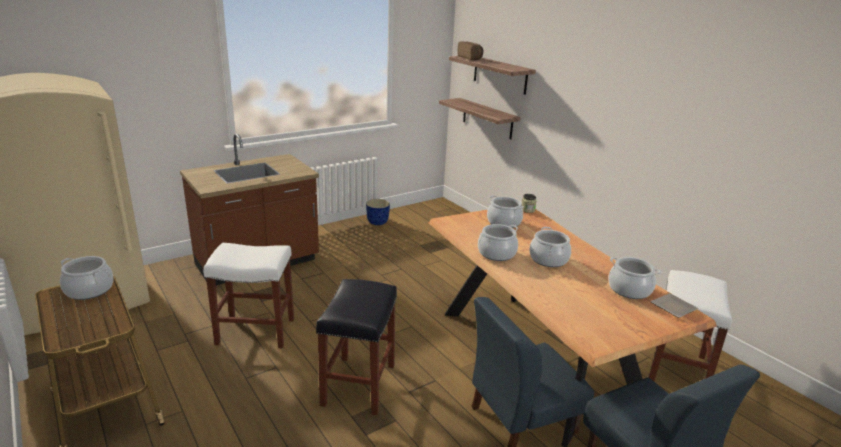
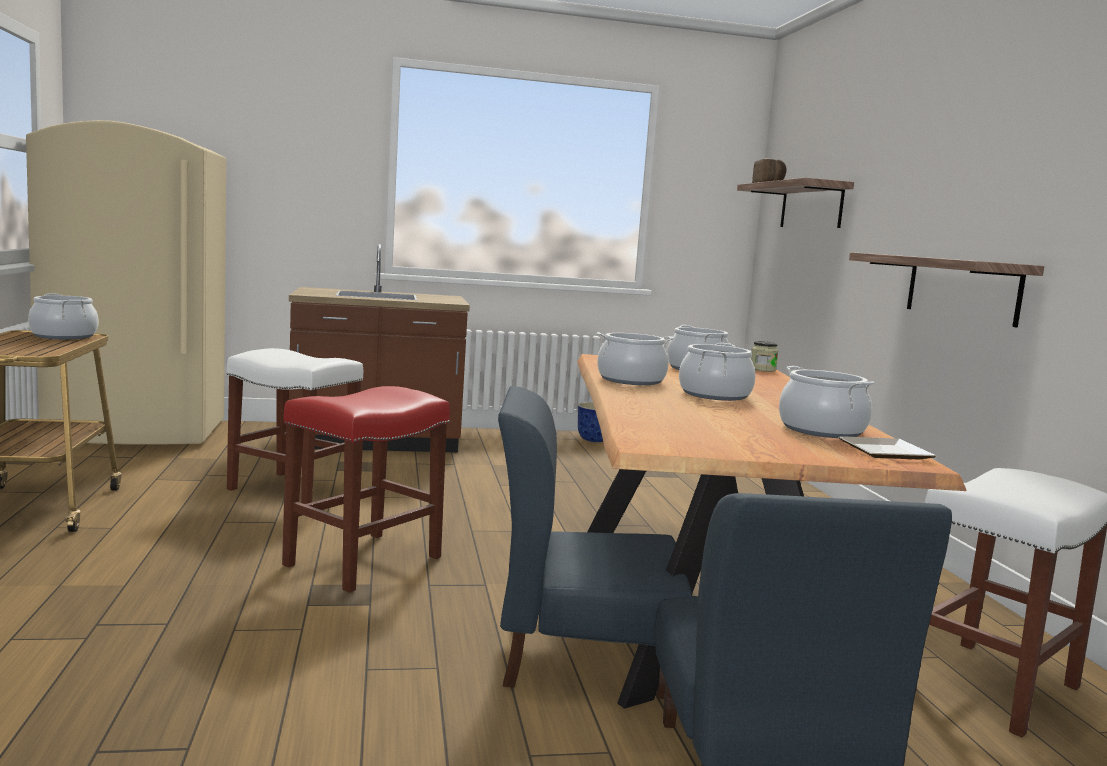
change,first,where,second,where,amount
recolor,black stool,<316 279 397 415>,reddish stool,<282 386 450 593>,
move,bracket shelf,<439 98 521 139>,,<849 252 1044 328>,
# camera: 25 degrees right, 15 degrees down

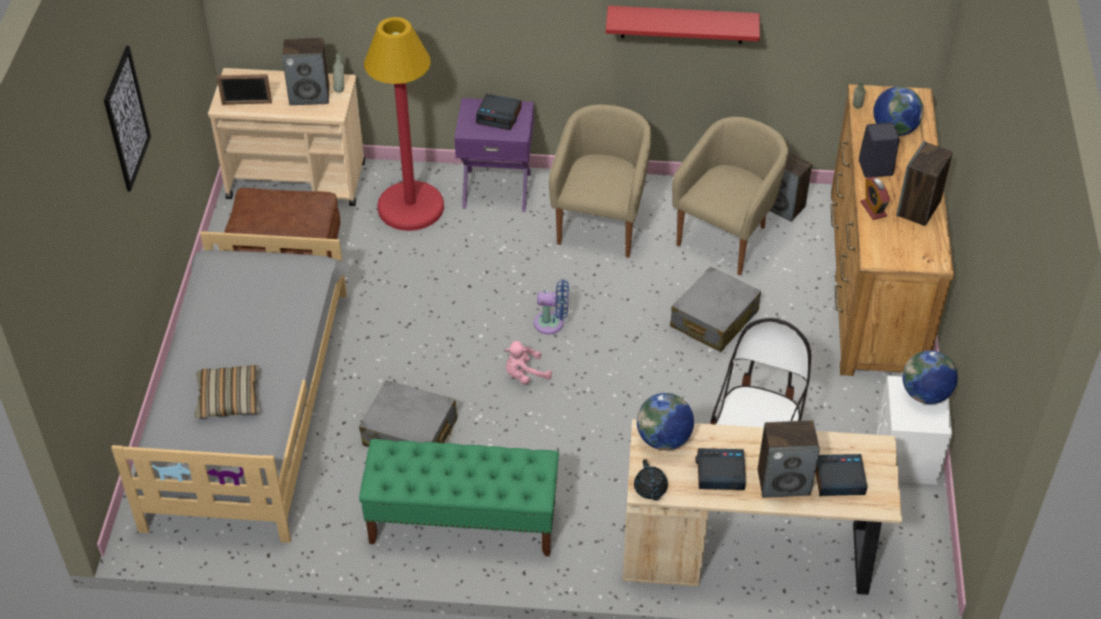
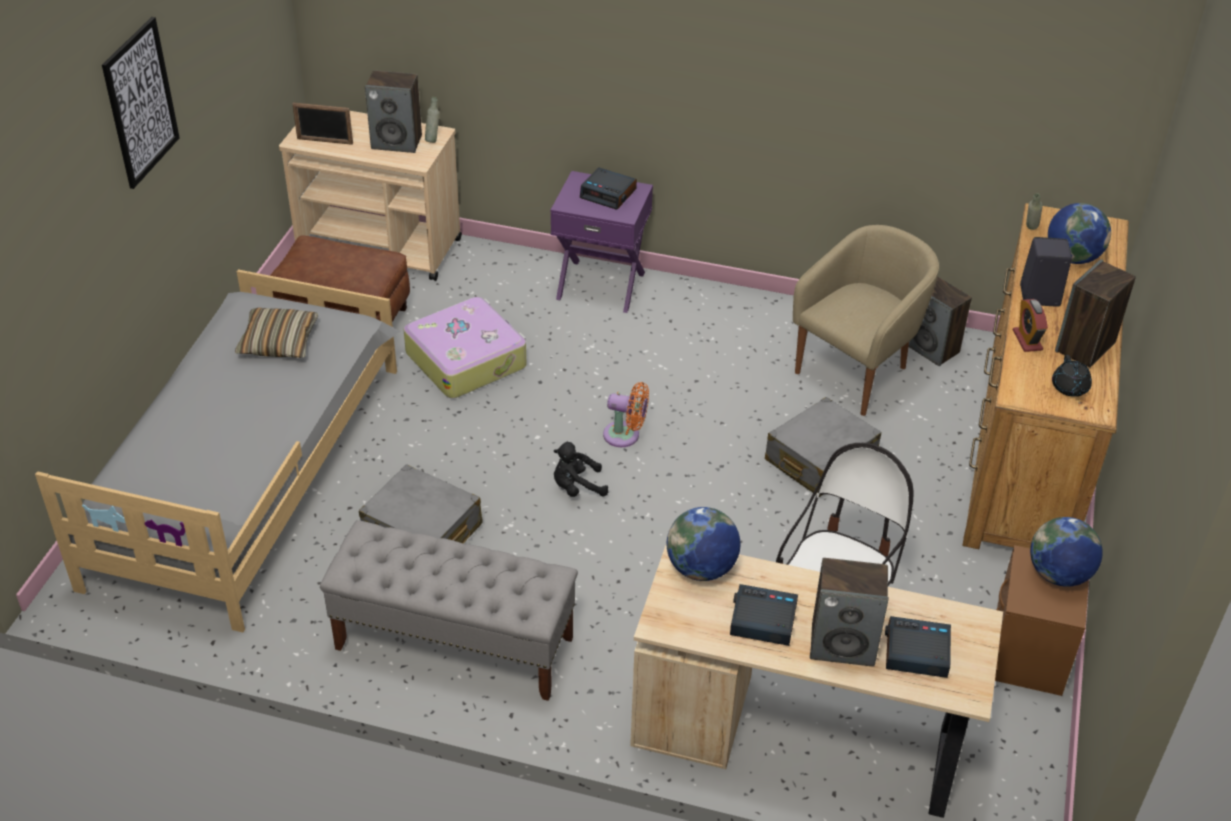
change,first,where,second,where,amount
move,throw pillow,<195 365 260 419>,,<235 308 318 358>,
recolor,green indoor bench,<359 439 559 556>,gray indoor bench,<320 520 578 701>,
insert,,,piece of luggage,<404 297 526 398>,
recolor,pinkish soft toy,<505 341 552 385>,black soft toy,<554 442 608 497>,
recolor,blue cooling fan,<534 279 569 334>,orange cooling fan,<603 382 649 447>,
recolor,whitish nightstand,<877 376 952 485>,brown-coloured nightstand,<995 545 1089 696>,
move,black tea pot,<634 459 668 501>,,<1052 355 1092 397>,
delete,reddish standing lamp,<364 17 444 231>,,,
delete,beige lounge chair,<549 105 651 258>,,,
delete,reddish bracket shelf,<606 6 760 44>,,,
# camera: 10 degrees right, 5 degrees down

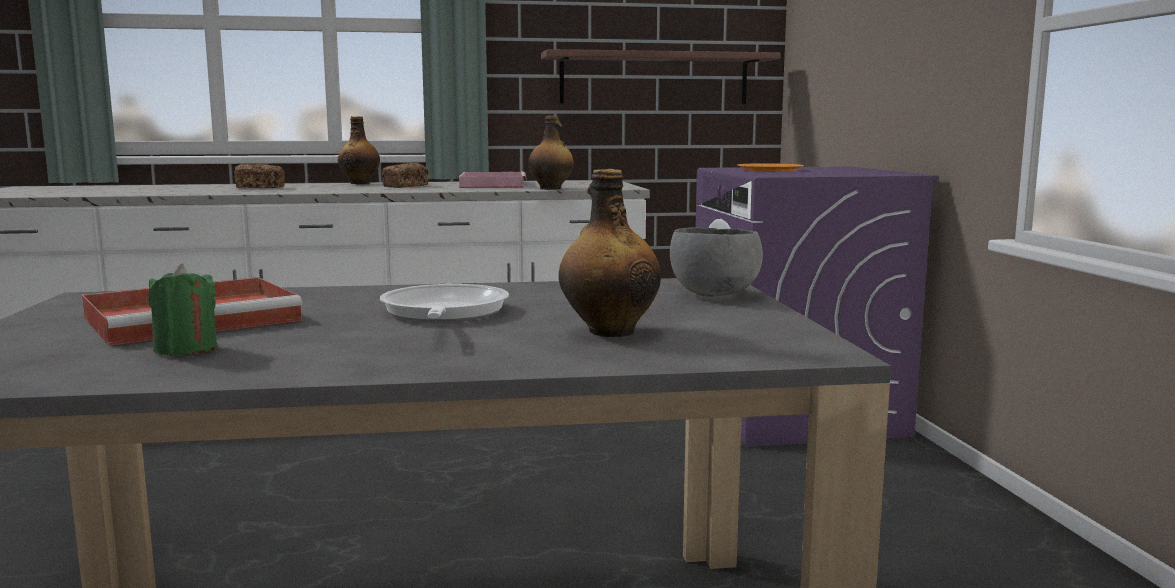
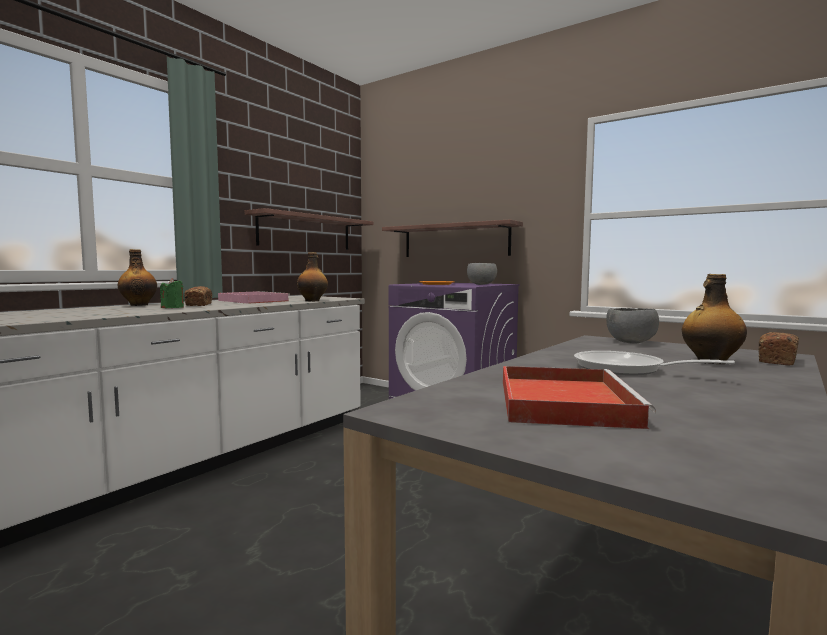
change,first,where,second,where,amount
move,green wax candle,<148 263 217 356>,,<160 278 184 308>,
insert,,,bracket shelf,<382 220 523 257>,
insert,,,gray serving bowl,<467 263 497 285>,
move,bread,<234 164 285 188>,,<758 332 799 365>,
# camera: 45 degrees left, 5 degrees down

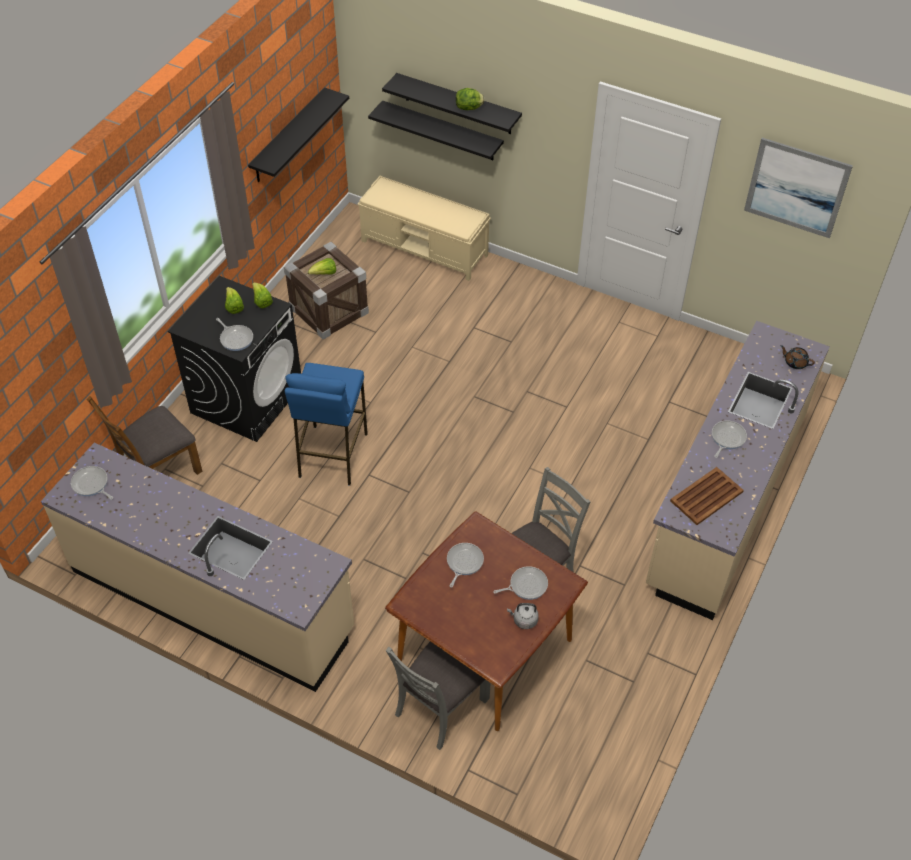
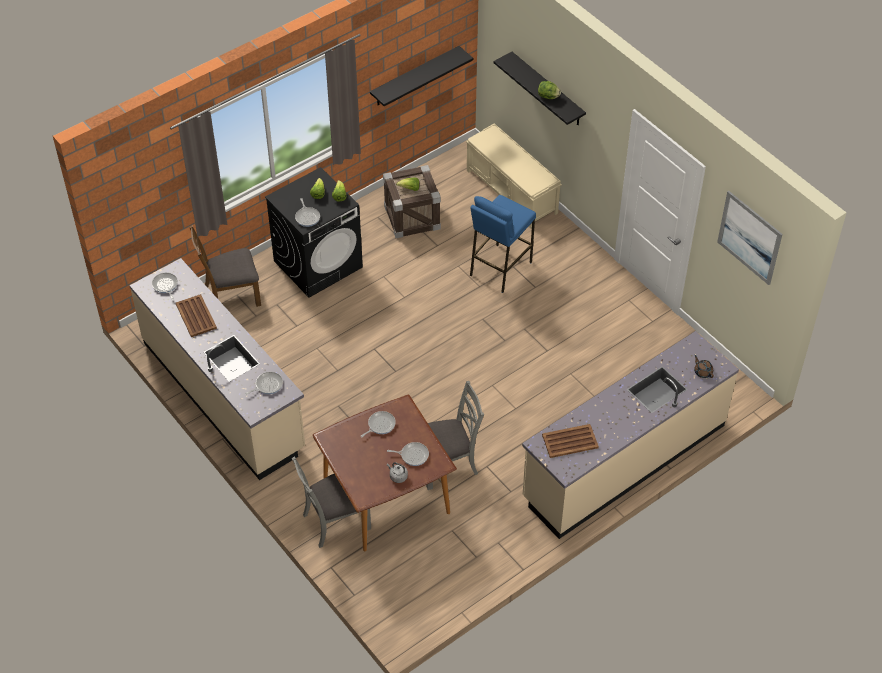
change,first,where,second,where,amount
insert,,,brown-coloured serving tray,<176 294 217 337>,
move,frying pan,<712 420 747 458>,,<245 372 283 395>,
move,blue stool,<285 363 368 485>,,<470 195 536 293>,
delete,black bracket shelf,<368 100 504 160>,,,
# camera: 25 degrees right, 0 degrees up

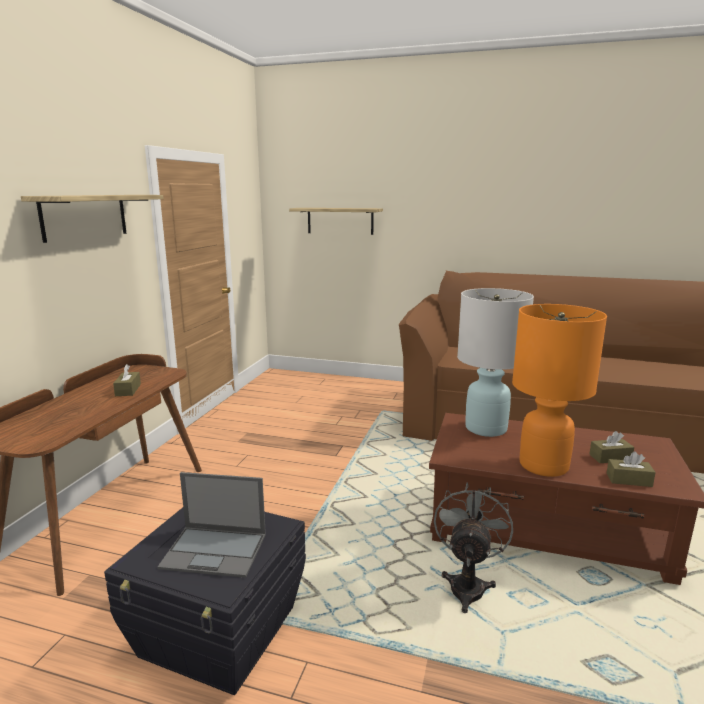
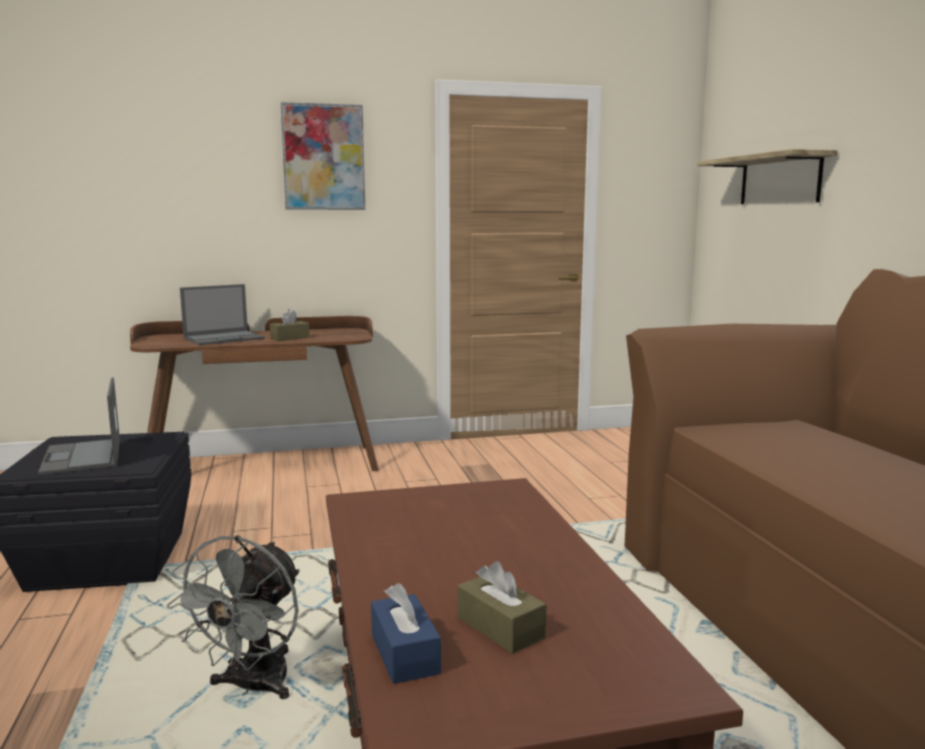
change,first,where,second,where,amount
rotate,gray cooling fan,<434 483 513 613>,,<167 535 300 699>,120 degrees clockwise
insert,,,portable computer,<180 284 265 345>,
replace,bracket shelf,<21 195 164 243>,wall art,<281 102 365 210>,
recolor,brown-coloured tissue box,<607 451 656 487>,blue tissue box,<371 583 441 684>,
delete,whitish lamp for a table,<457 288 534 437>,,,
delete,orange lamp for a table,<512 304 607 477>,,,
# camera: 60 degrees right, 5 degrees down

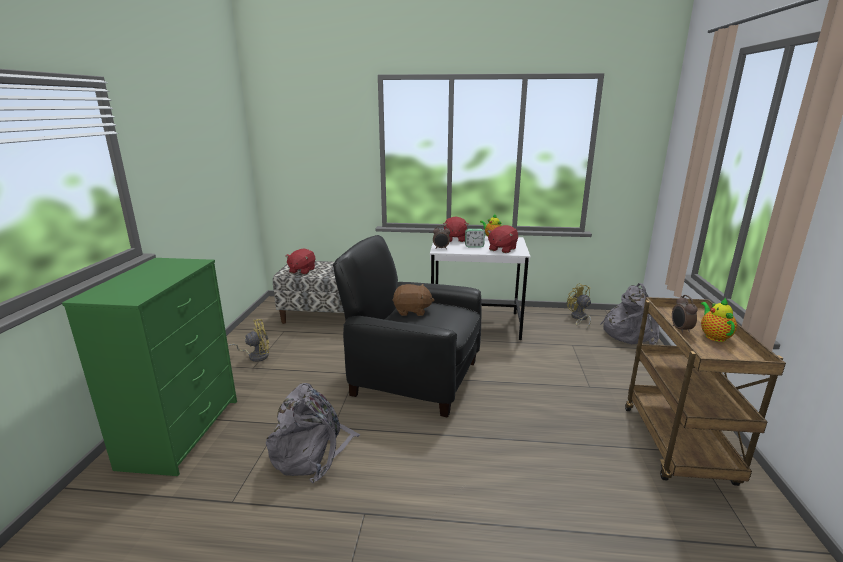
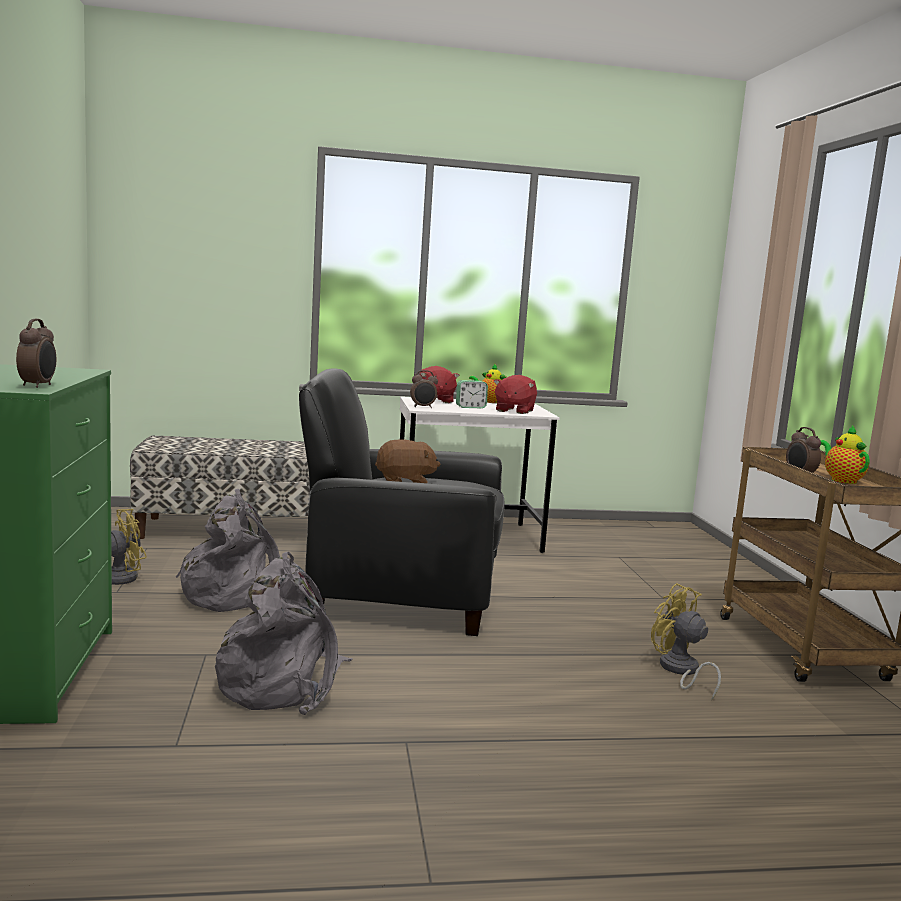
change,first,where,second,where,amount
insert,,,table clock,<16 319 56 388>,
move,gray knapsack,<600 283 660 345>,,<176 489 280 612>,
move,yellow-coloured cooling fan,<567 283 591 330>,,<651 583 721 701>,
delete,reddish soft toy,<285 249 315 275>,,,
# camera: 15 degrees left, 10 degrees down

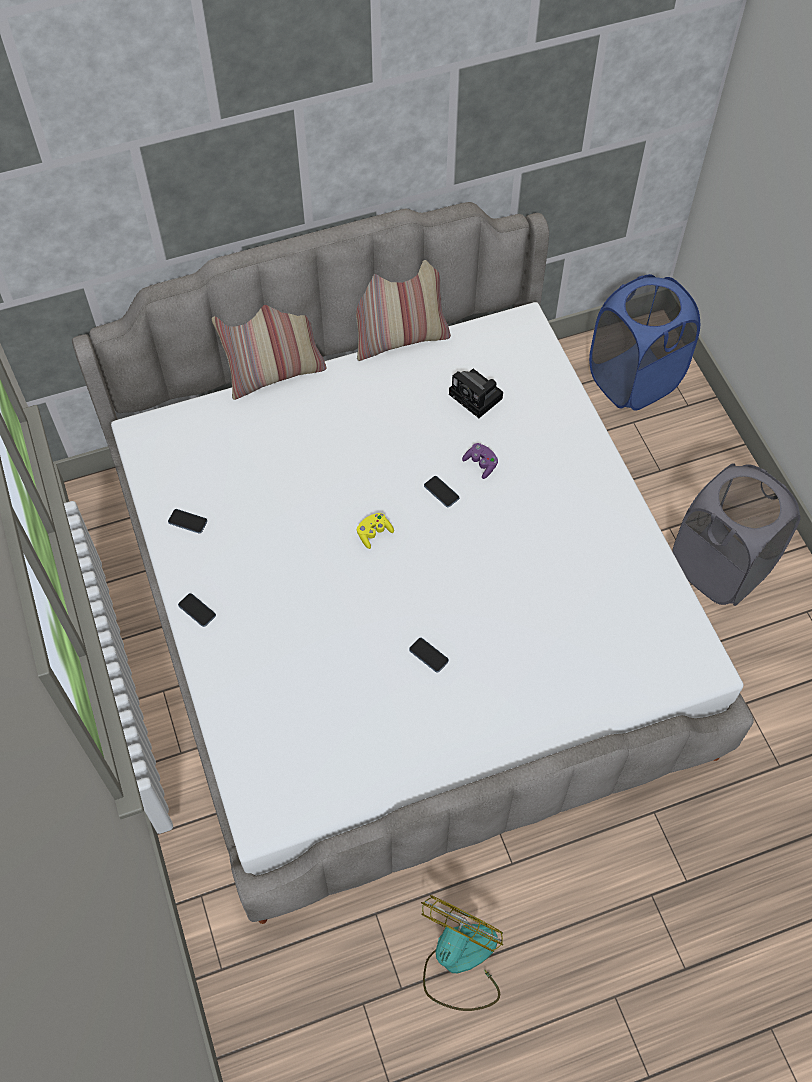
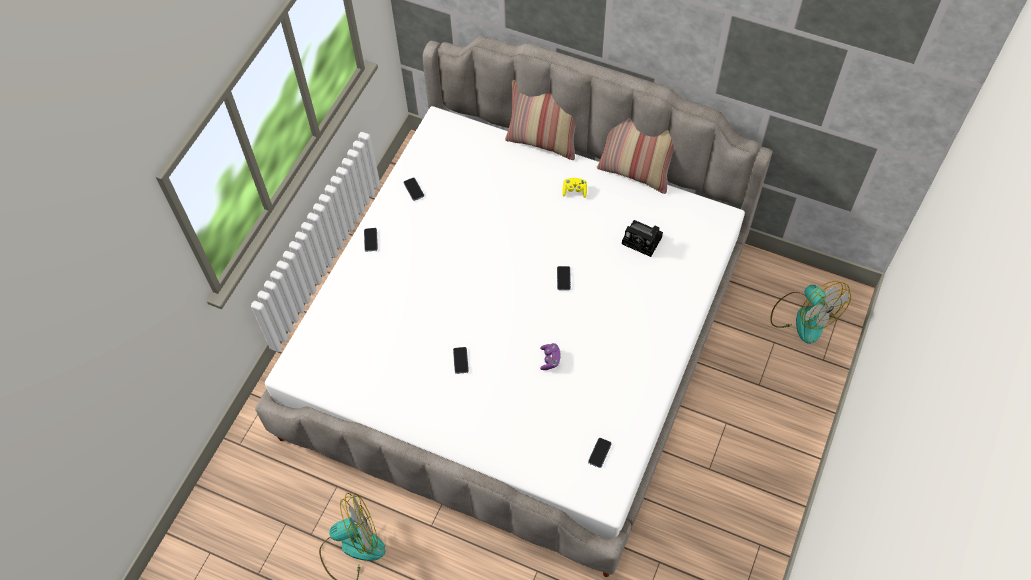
change,first,where,second,where,amount
move,purple gamepad,<462 443 498 479>,,<540 343 560 370>,
move,yellow-coloured gamepad,<357 513 394 549>,,<562 178 587 198>,
insert,,,handset,<588 438 612 468>,
rotate,still camera,<449 369 503 418>,,<622 220 663 257>,60 degrees counterclockwise
replace,blue washing basket,<589 274 700 411>,cooling fan,<770 281 851 344>,
delete,gray washing basket,<672 463 801 606>,,,
# camera: 45 degrees right, 0 degrees up

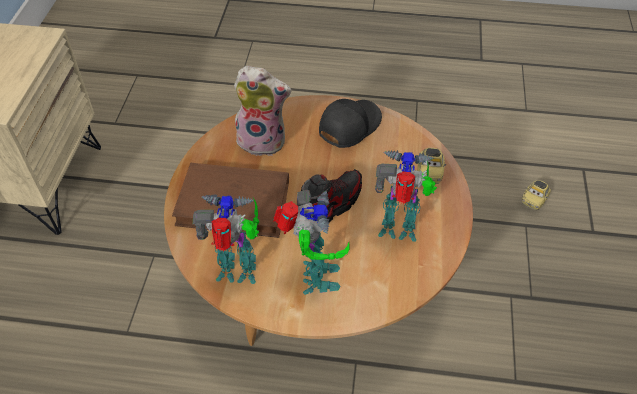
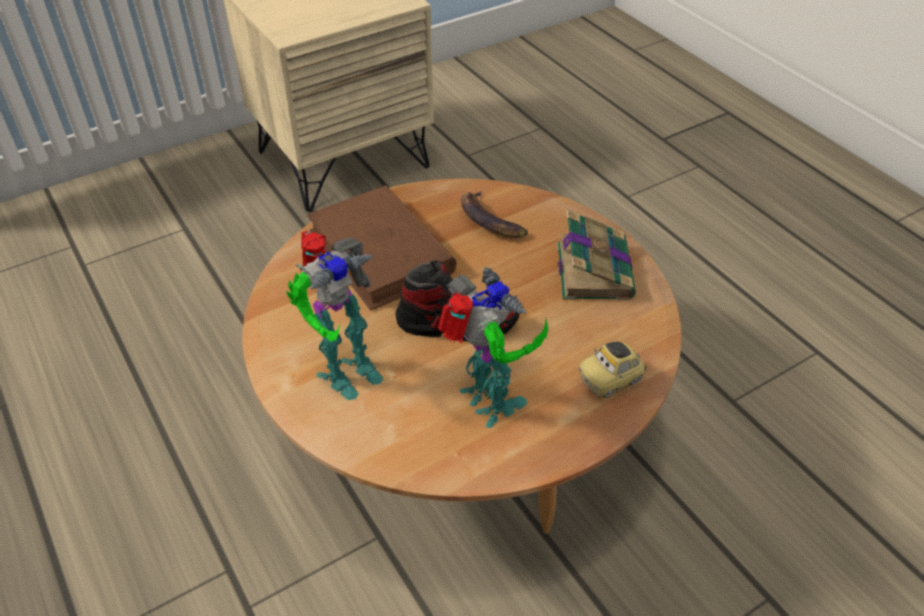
change,first,where,second,where,amount
replace,soft toy,<234 66 291 156>,banana fruit,<461 191 528 238>,
replace,black baseball cap,<319 99 382 148>,book,<557 210 636 300>,
delete,robot figure,<193 194 259 284>,,,
delete,miniature car,<522 180 551 210>,,,
# camera: 50 degrees right, 5 degrees down

